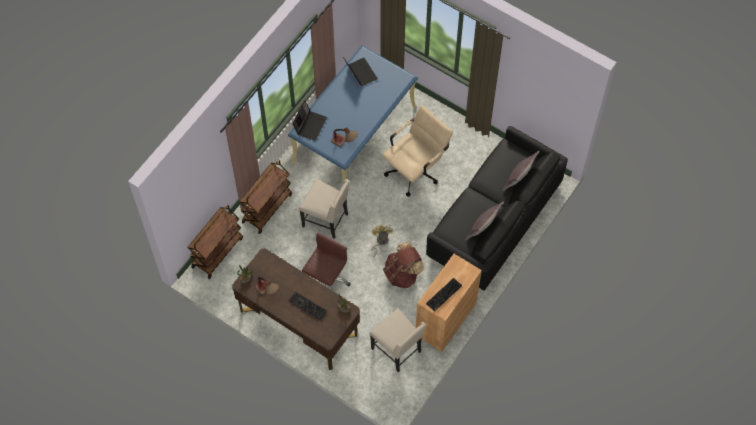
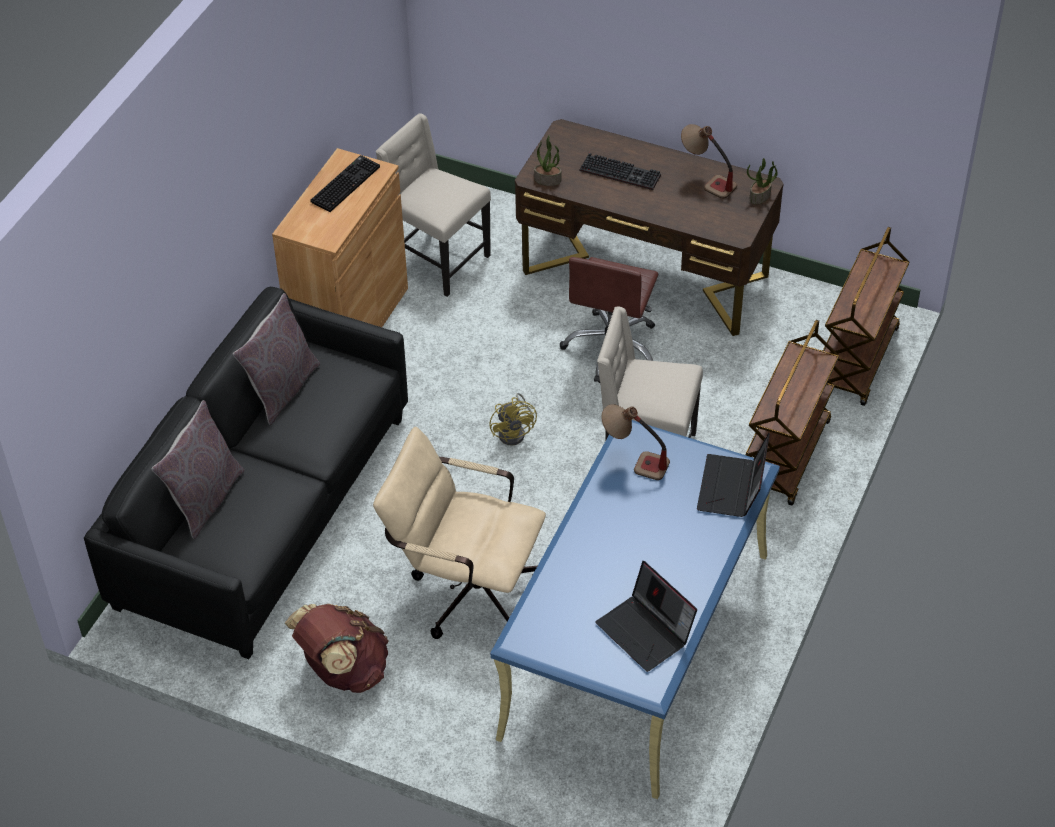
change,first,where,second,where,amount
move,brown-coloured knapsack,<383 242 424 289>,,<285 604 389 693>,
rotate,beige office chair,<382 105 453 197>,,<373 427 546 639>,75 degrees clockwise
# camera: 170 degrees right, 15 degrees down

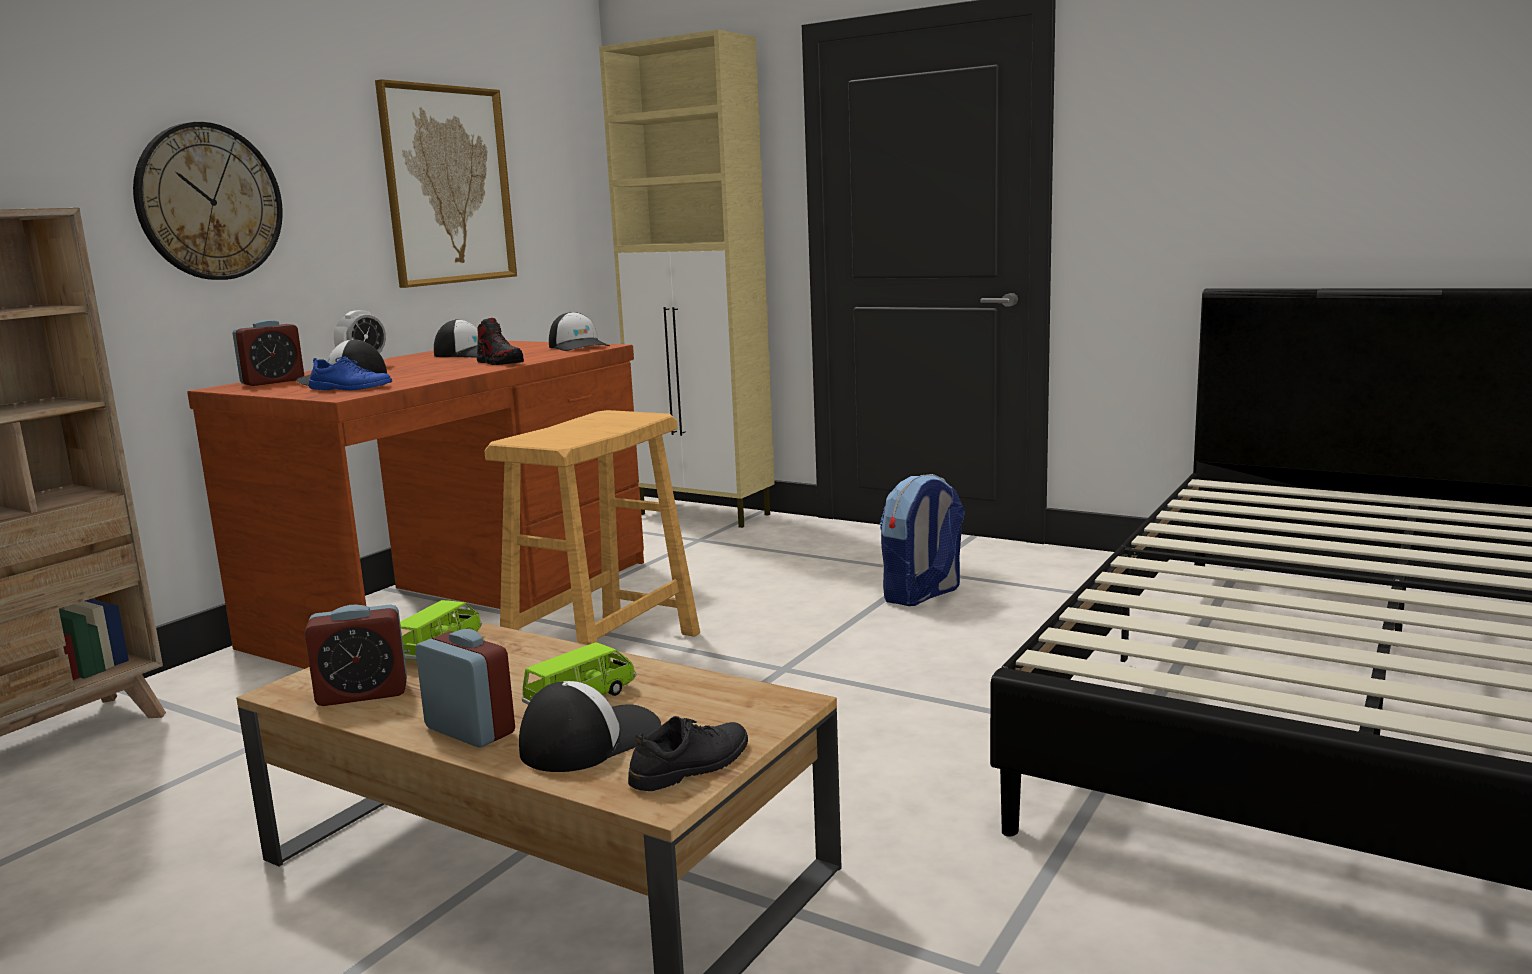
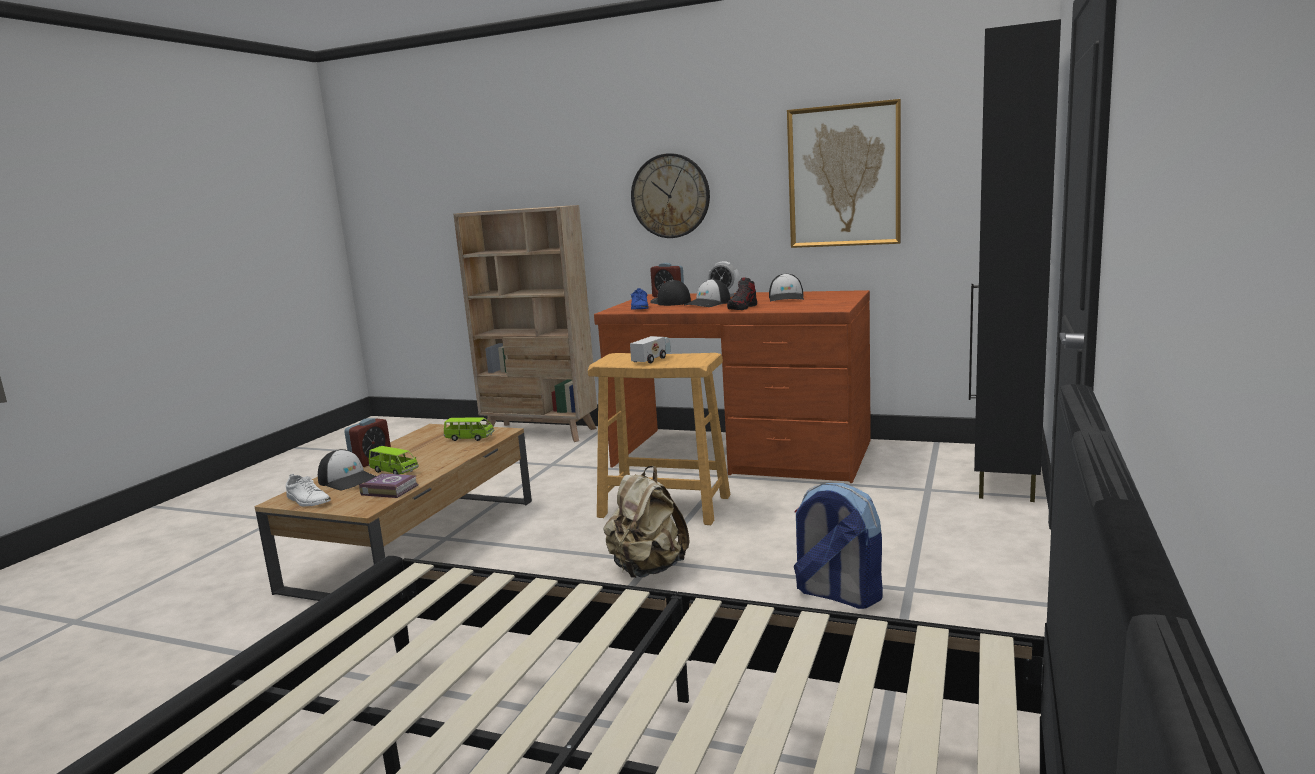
change,first,where,second,where,amount
recolor,black low shoe,<628 716 748 791>,whitish low shoe,<286 473 331 507>,
insert,,,book,<359 474 419 498>,
insert,,,beige knapsack,<604 466 690 578>,
insert,,,toy lorry,<630 336 671 363>,
move,baseball cap,<549 312 610 351>,,<684 279 730 307>,
recolor,beige cupboard,<599 29 775 528>,black cupboard,<969 19 1061 502>,
delete,table clock,<304 604 407 706>,,,
# camera: 80 degrees right, 0 degrees up

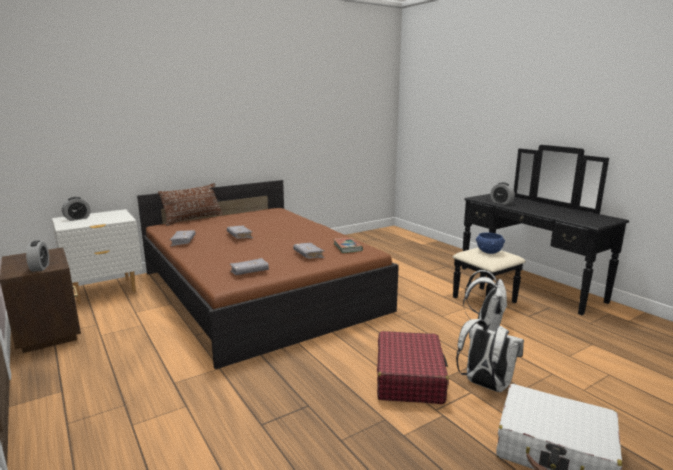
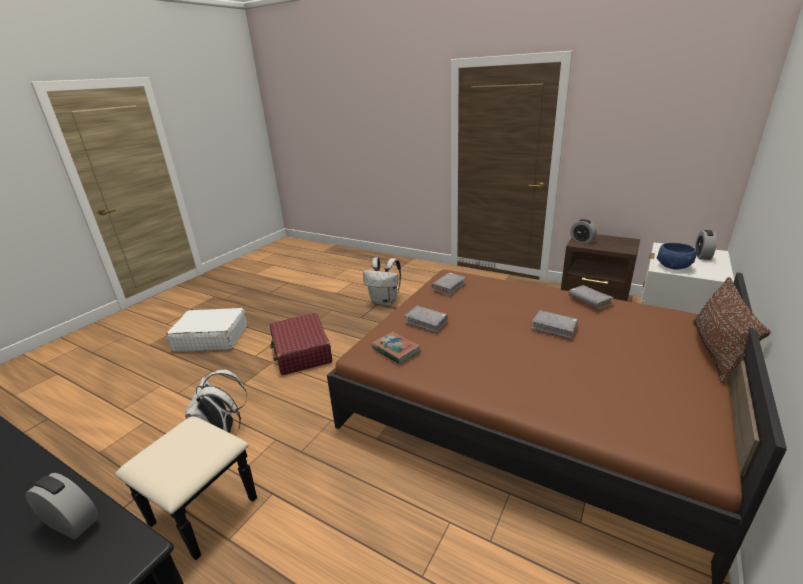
change,first,where,second,where,amount
move,whitish knapsack,<456 319 524 392>,,<363 257 401 305>,
move,blue serving bowl,<476 232 505 254>,,<657 243 696 270>,
# camera: 155 degrees right, 10 degrees up

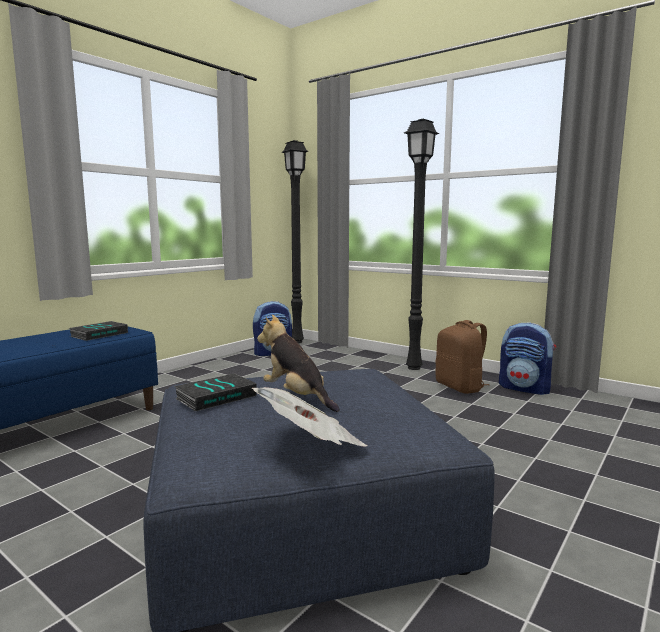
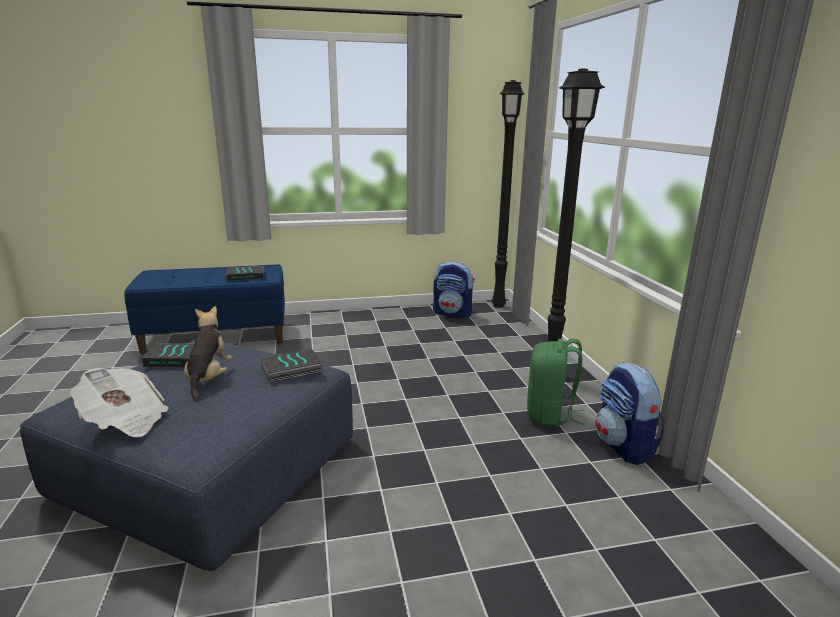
change,first,where,second,where,amount
insert,,,book,<261 349 323 382>,
recolor,brown-coloured knapsack,<436 320 489 394>,green knapsack,<527 338 585 428>,
# camera: 40 degrees right, 10 degrees up

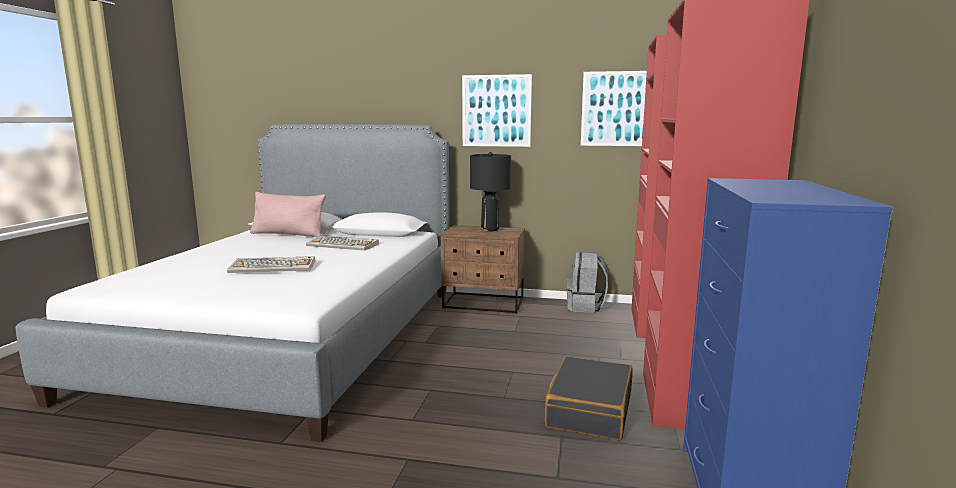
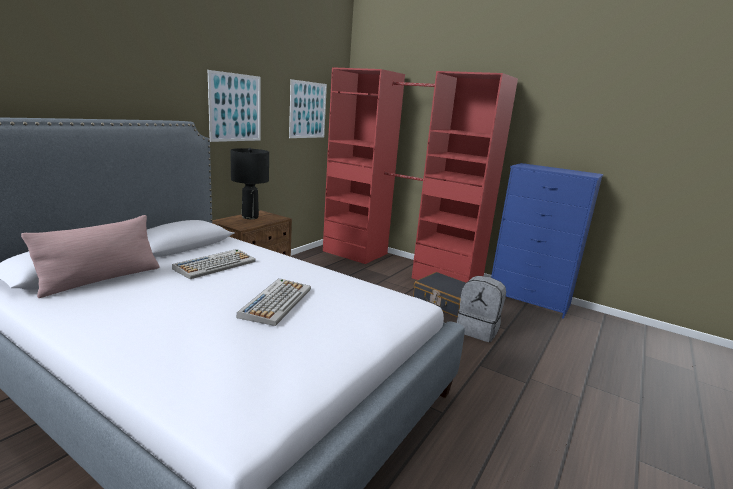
change,first,where,second,where,amount
move,gray knapsack,<567 252 608 313>,,<457 276 506 342>,
# camera: 70 degrees left, 5 degrees up

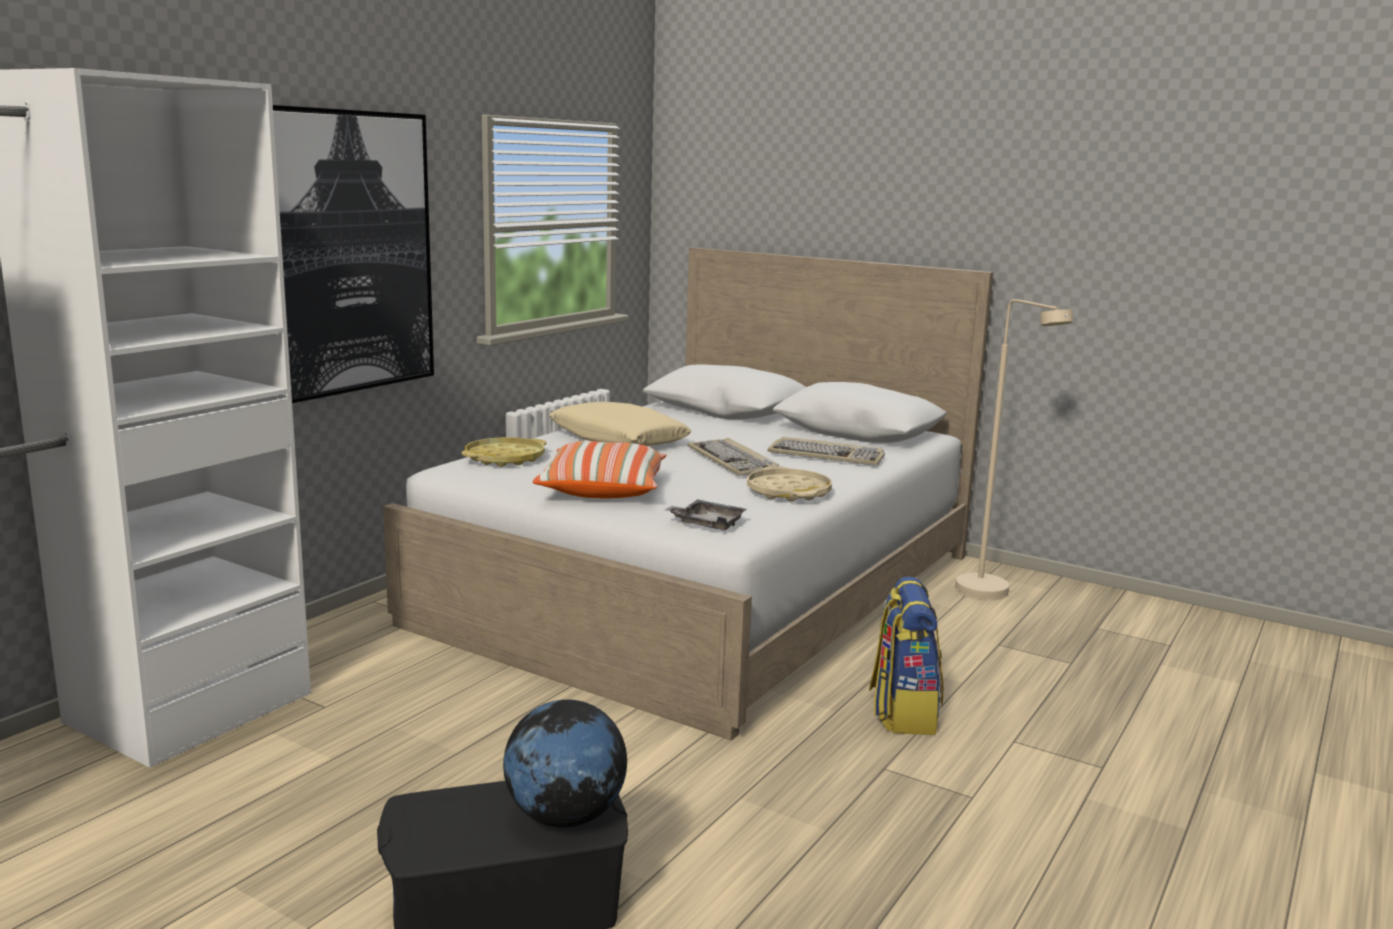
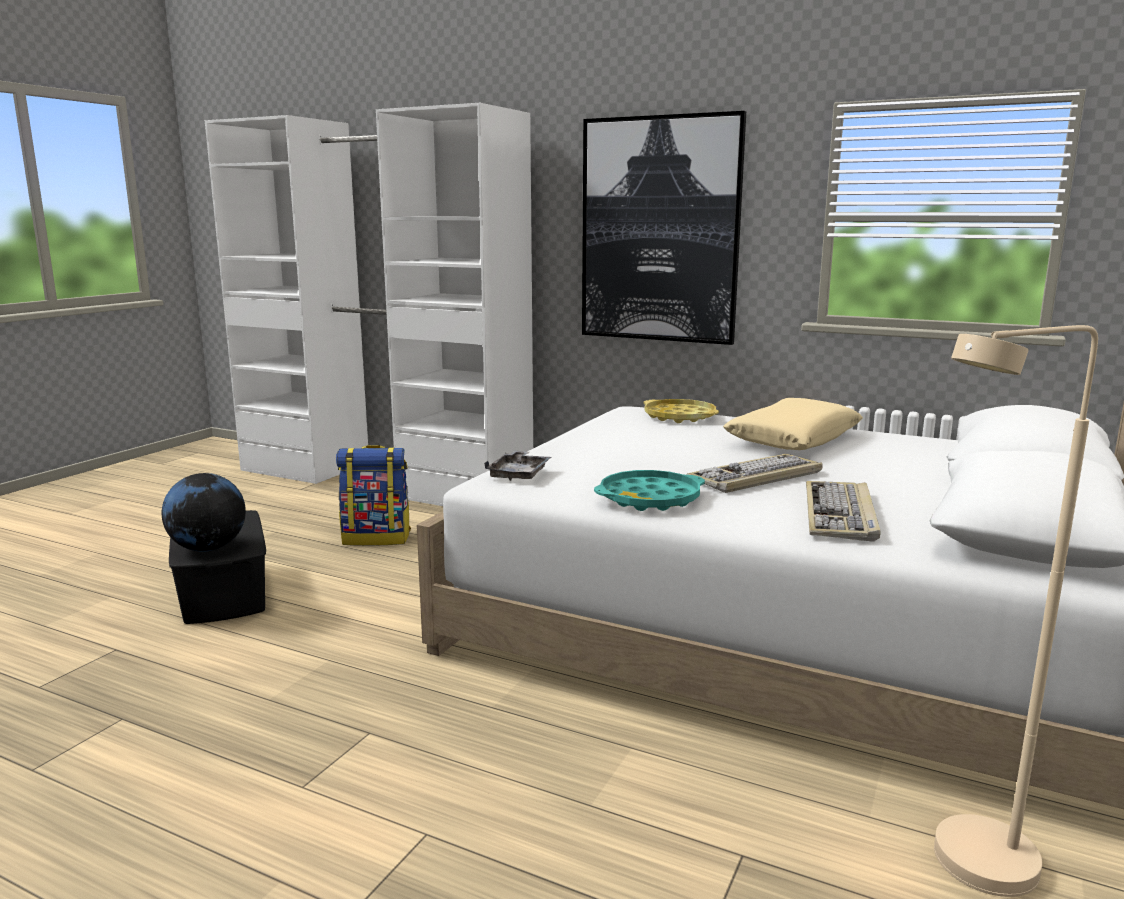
change,first,where,second,where,amount
move,knapsack,<869 577 943 735>,,<336 445 411 546>,
recolor,beige serving tray,<747 466 832 502>,turquoise-coloured serving tray,<594 470 705 511>,
delete,throw pillow,<533 441 667 498>,,,
# camera: 85 degrees right, 0 degrees up

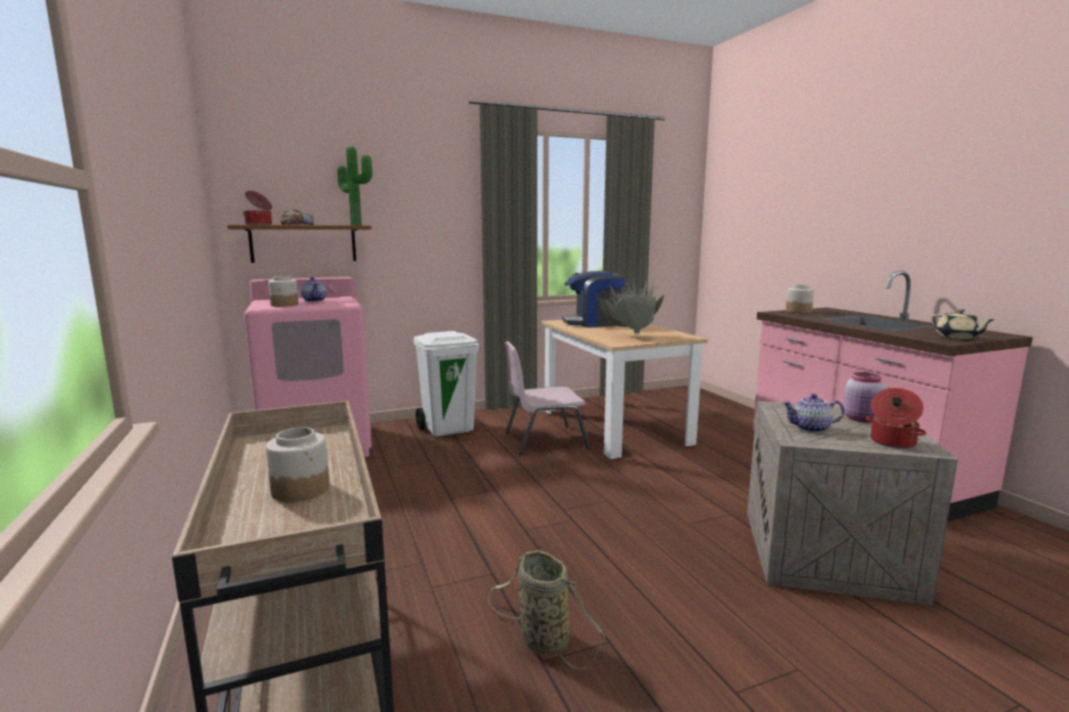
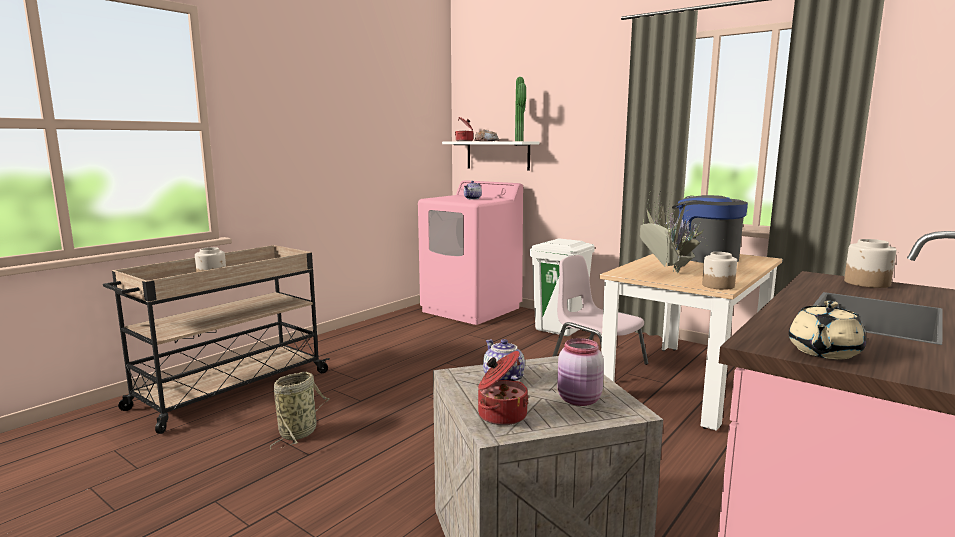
change,first,where,second,where,amount
recolor,brown-coloured bracket shelf,<227 225 372 263>,whitish bracket shelf,<442 141 539 171>,
move,storage jar,<268 276 298 307>,,<702 252 737 290>,
# camera: 60 degrees right, 0 degrees up

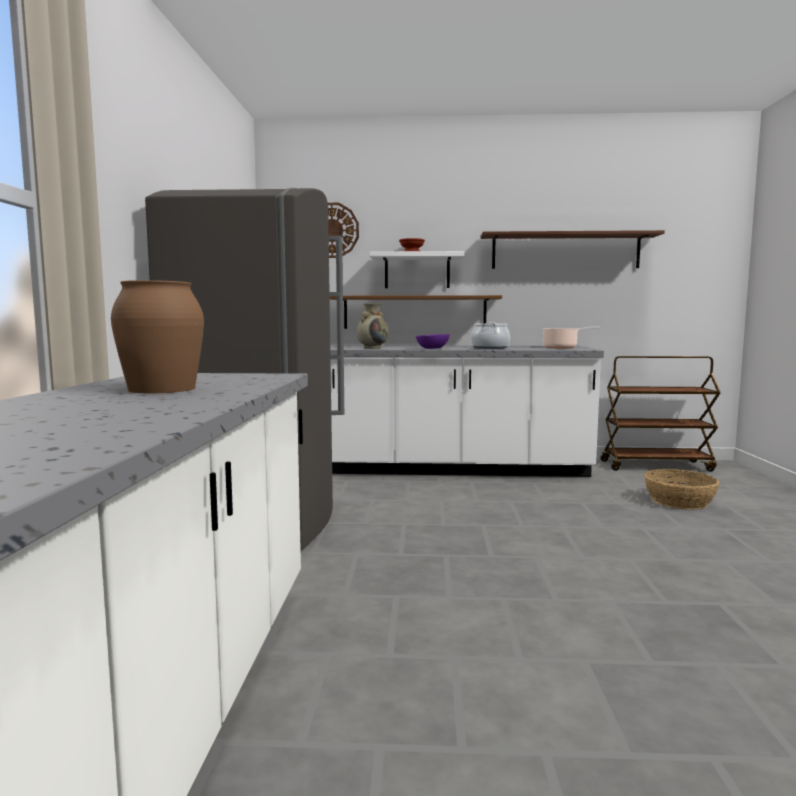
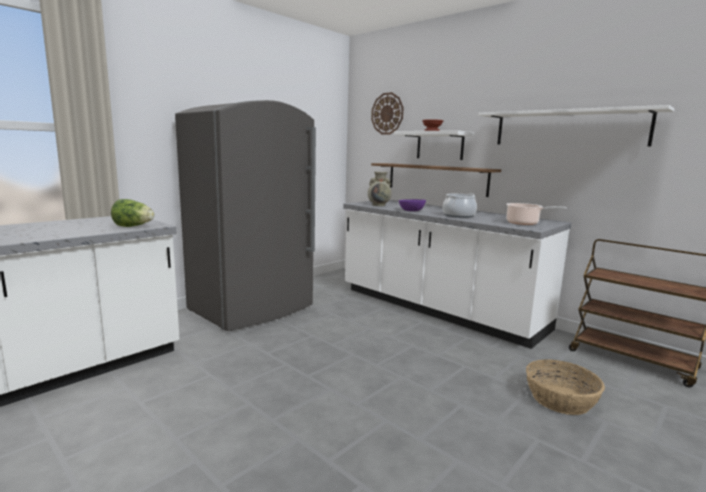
change,first,where,second,where,amount
insert,,,lettuce,<111 199 154 227>,
recolor,brown-coloured bracket shelf,<480 230 665 269>,whitish bracket shelf,<478 105 675 146>,
delete,brown-coloured decorative vase,<111 280 204 393>,,,
# camera: 40 degrees right, 5 degrees up

